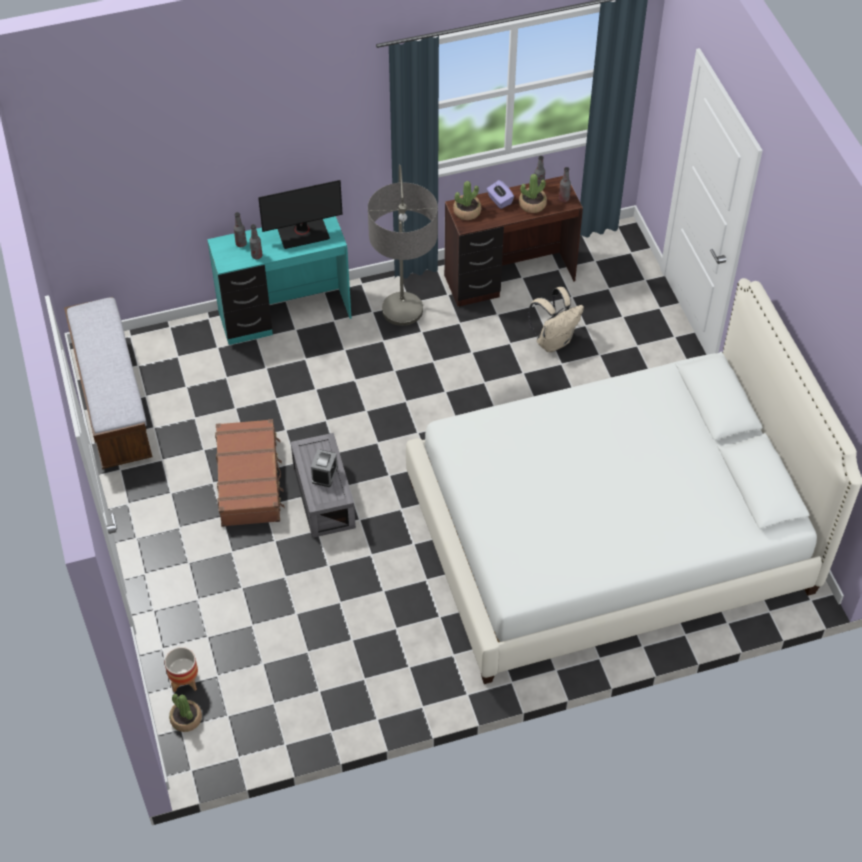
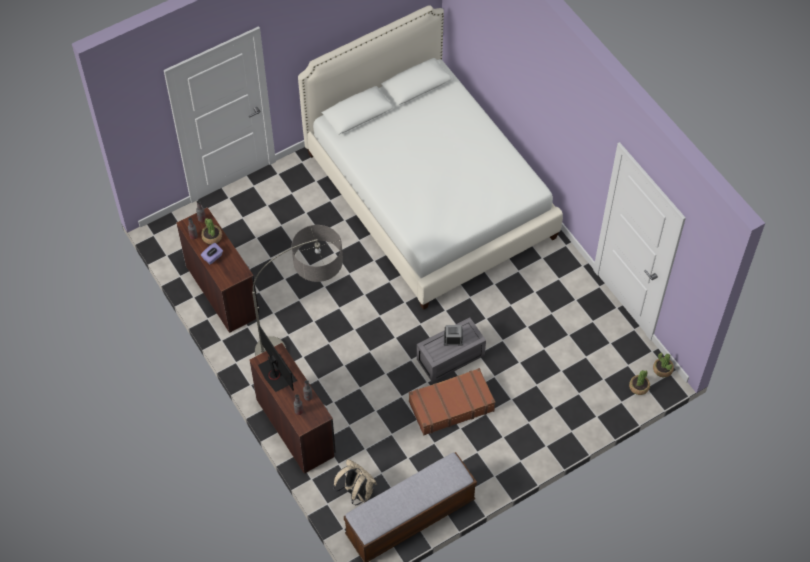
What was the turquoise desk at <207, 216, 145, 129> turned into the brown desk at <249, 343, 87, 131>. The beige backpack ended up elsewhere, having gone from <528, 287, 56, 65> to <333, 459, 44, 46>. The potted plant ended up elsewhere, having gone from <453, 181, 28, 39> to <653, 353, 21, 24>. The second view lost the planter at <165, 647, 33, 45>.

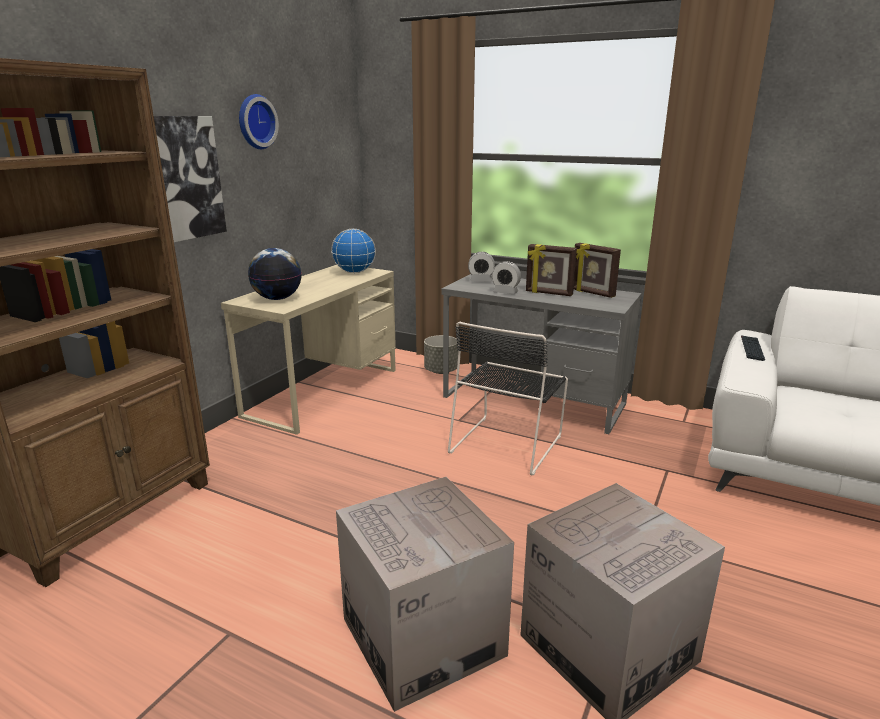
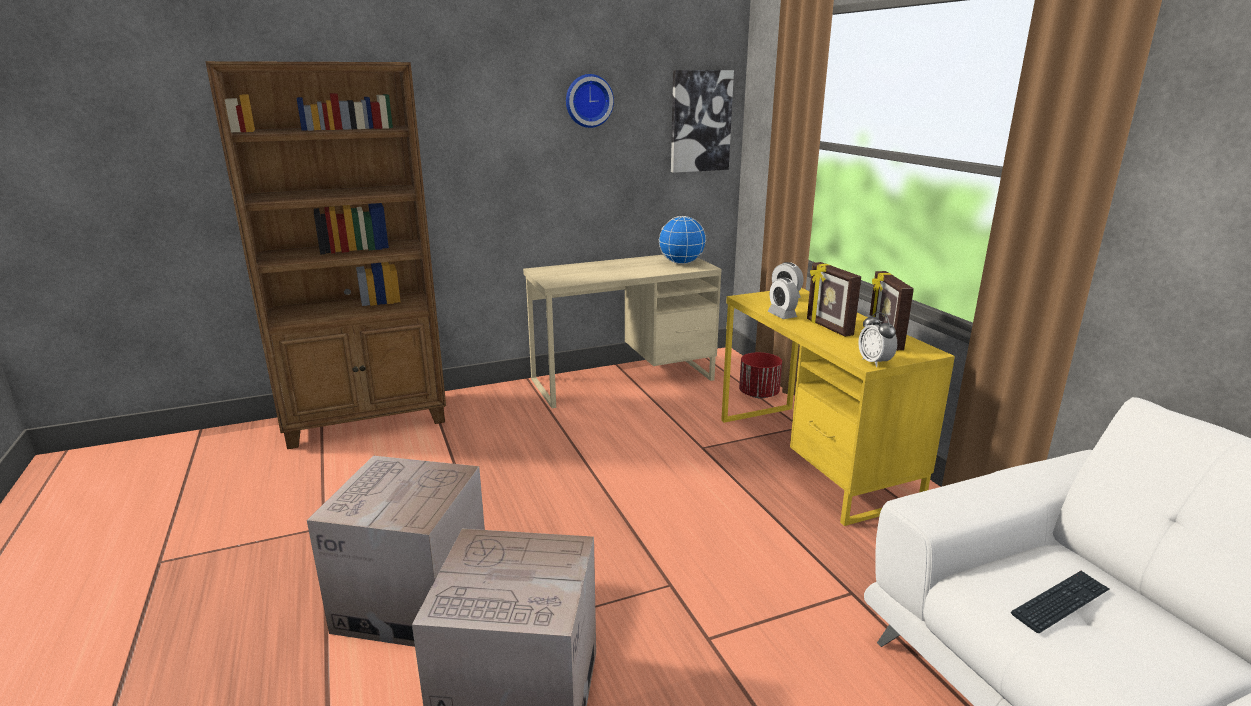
The picture ended up elsewhere, having gone from <154, 116, 73, 126> to <671, 70, 63, 103>. What was the grey desk at <441, 274, 201, 160> turned into the yellow desk at <721, 288, 234, 238>. What was the grey planter at <424, 335, 34, 39> turned into the red planter at <739, 352, 43, 46>. The second view gained the alarm clock at <858, 312, 39, 55>. The keyboard ended up elsewhere, having gone from <741, 335, 24, 26> to <1011, 571, 99, 62>. The second view lost the globe at <248, 248, 53, 52>. The second view lost the black chair at <448, 322, 120, 153>.

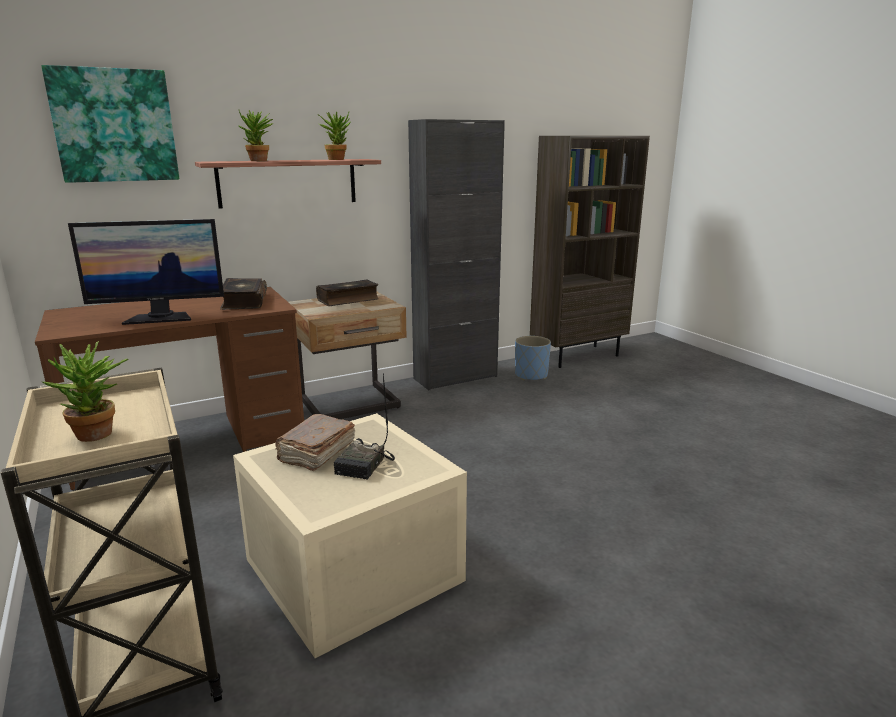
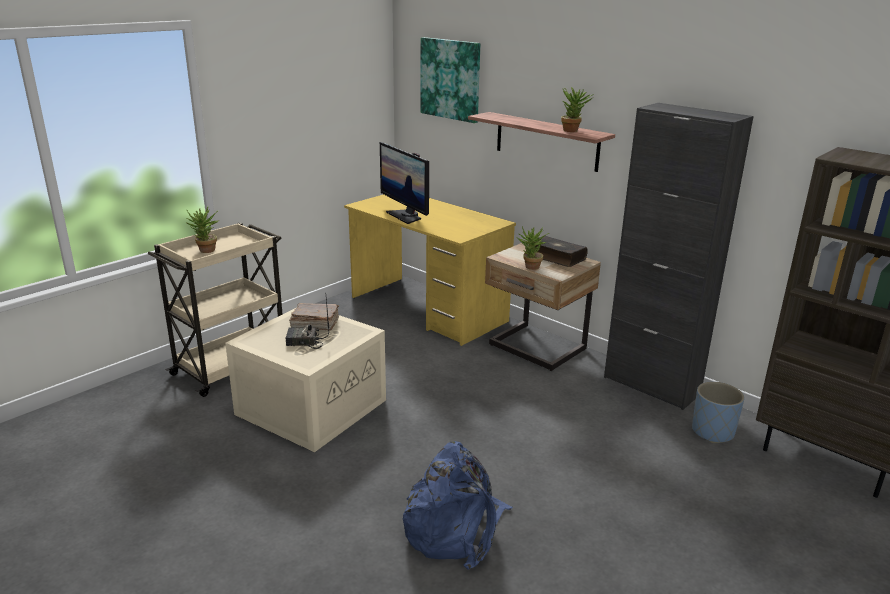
What was the brown desk at <35, 287, 269, 203> turned into the yellow desk at <344, 194, 172, 152>. The second view gained the blue backpack at <403, 441, 110, 129>. The potted plant ended up elsewhere, having gone from <238, 110, 35, 51> to <516, 226, 33, 44>. The second view lost the book at <220, 278, 47, 32>.

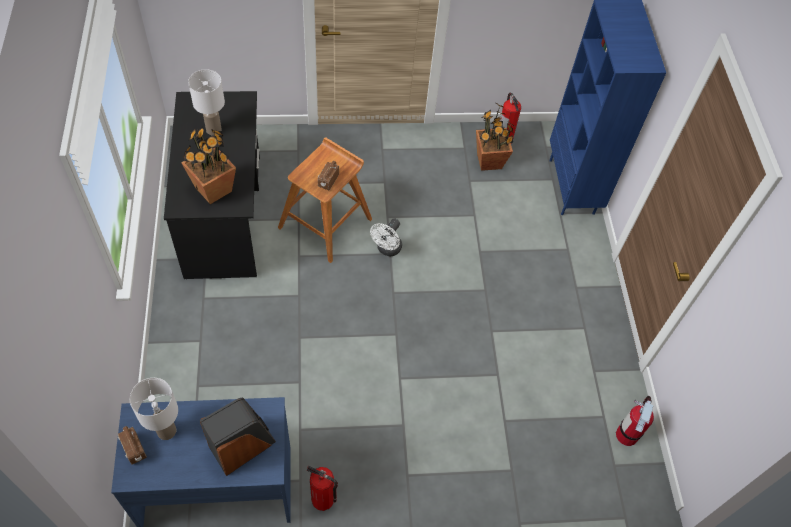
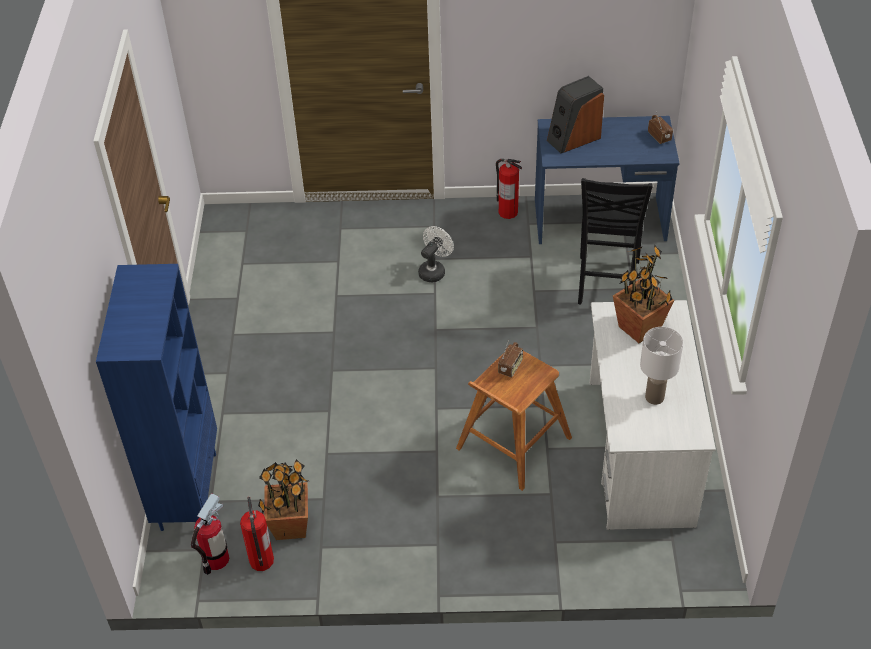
The fire extinguisher ended up elsewhere, having gone from <616, 396, 38, 50> to <191, 493, 38, 82>. The white fan ended up elsewhere, having gone from <370, 218, 32, 38> to <418, 226, 36, 56>. The second view gained the black chair at <578, 178, 75, 127>. What was the black desk at <164, 91, 96, 188> turned into the white desk at <590, 300, 126, 230>. The second view lost the white table lamp at <130, 378, 48, 62>.

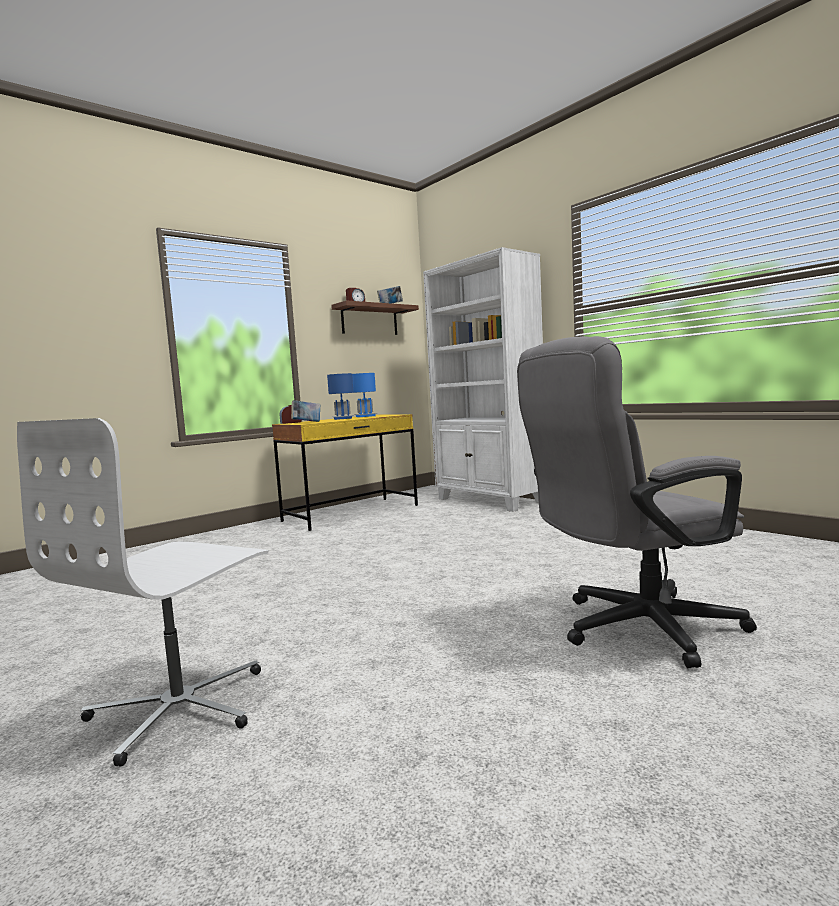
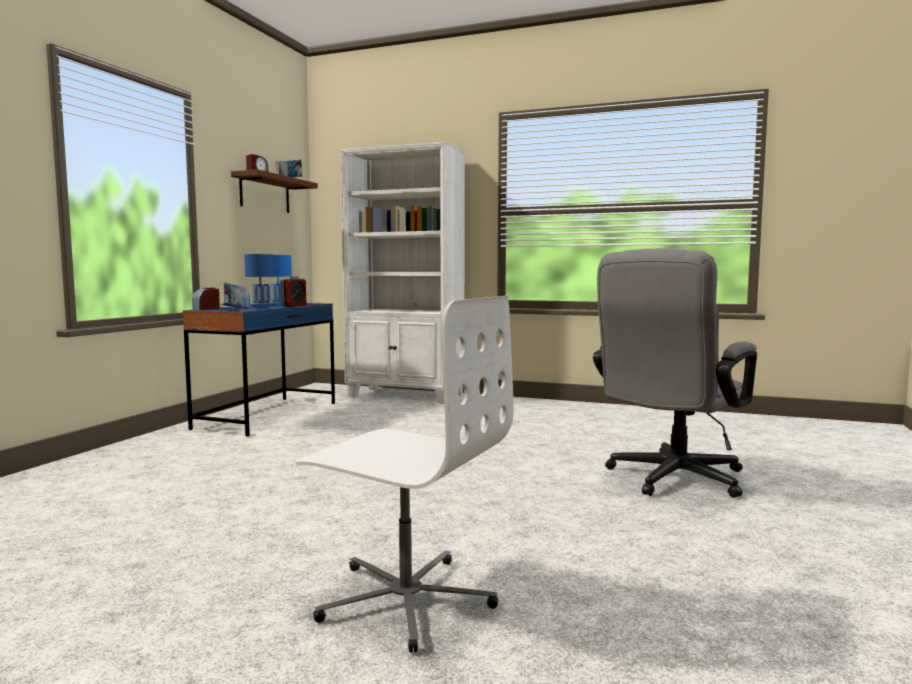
What was the yellow desk at <272, 414, 146, 117> turned into the blue desk at <183, 303, 152, 134>. The second view gained the alarm clock at <280, 276, 26, 31>. The white office chair at <17, 418, 251, 349> ended up facing another way, 60 degrees counterclockwise from before.

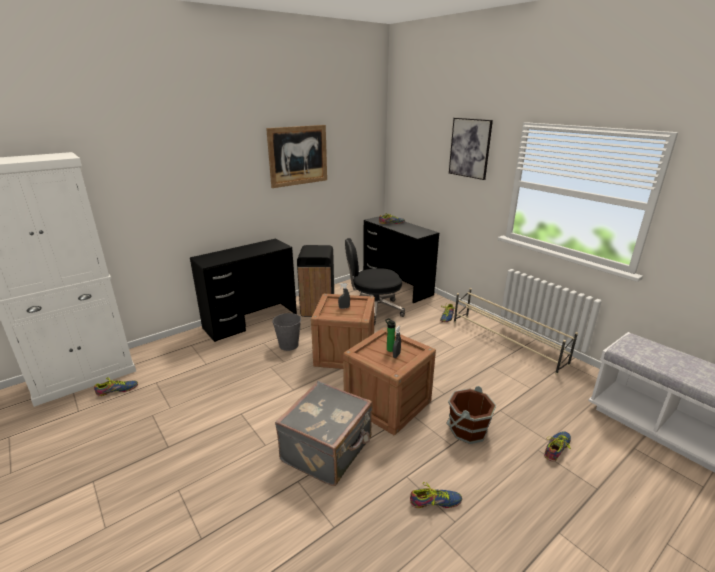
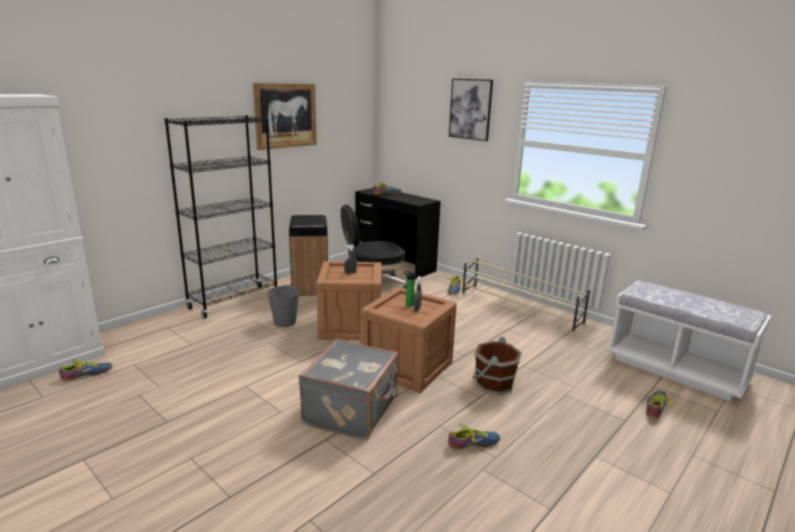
Where the black desk stood at <190, 239, 107, 103>, the black bookcase came to stand at <164, 115, 113, 204>. The shoe ended up elsewhere, having gone from <544, 431, 27, 30> to <646, 391, 27, 28>.

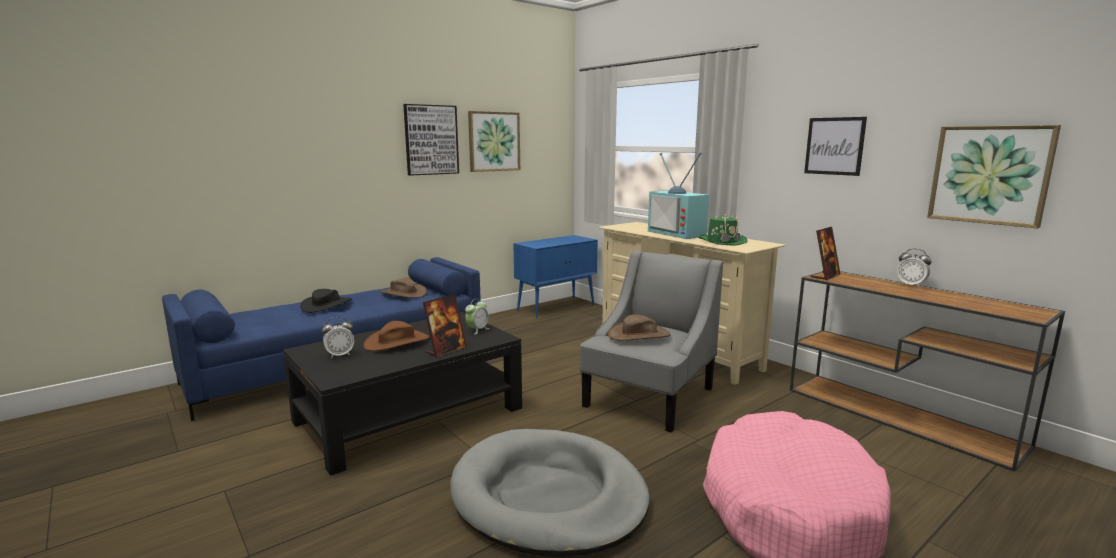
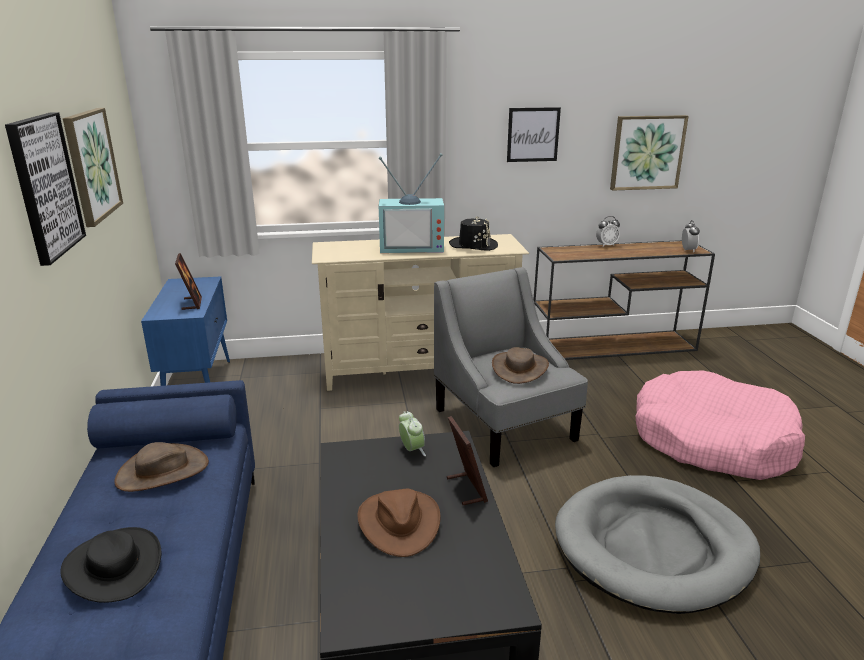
The picture frame ended up elsewhere, having gone from <811, 227, 30, 53> to <175, 253, 27, 57>. What was the green hat at <698, 213, 50, 33> turned into the black hat at <449, 216, 49, 35>. The alarm clock ended up elsewhere, having gone from <321, 317, 33, 41> to <682, 220, 18, 32>.

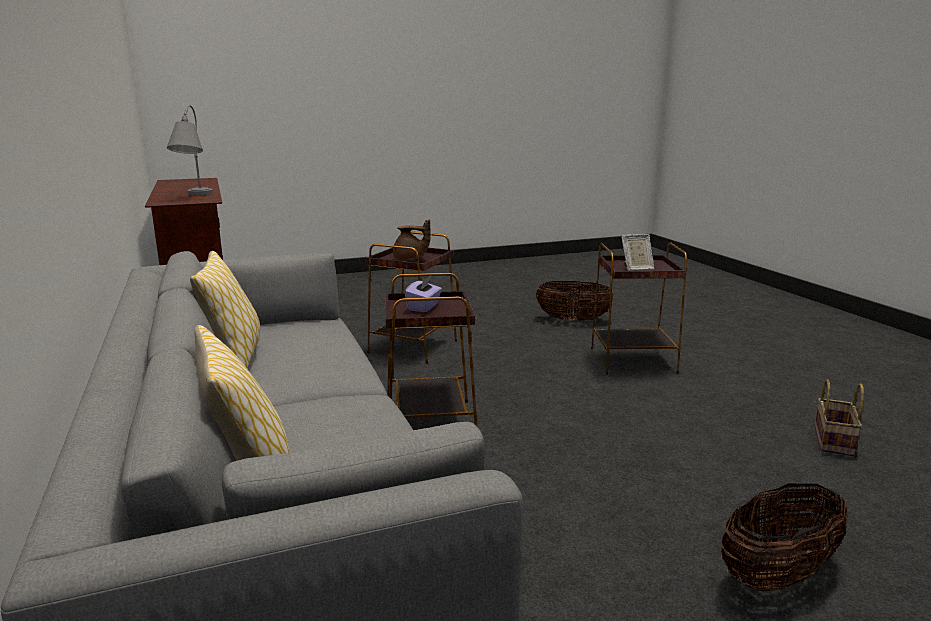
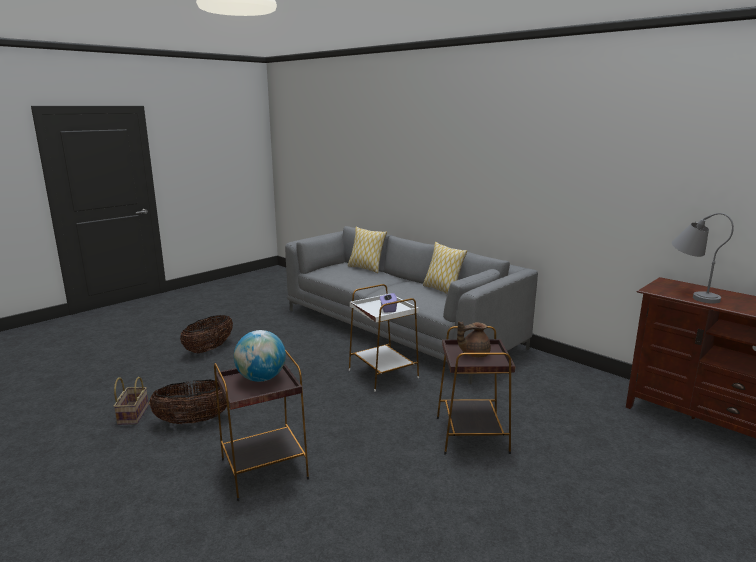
The basket ended up elsewhere, having gone from <536, 281, 78, 40> to <149, 380, 78, 44>. Where the picture frame stood at <621, 234, 34, 37>, the globe came to stand at <234, 330, 52, 52>. What was the brown side table at <385, 273, 92, 153> turned into the white side table at <349, 284, 70, 108>.

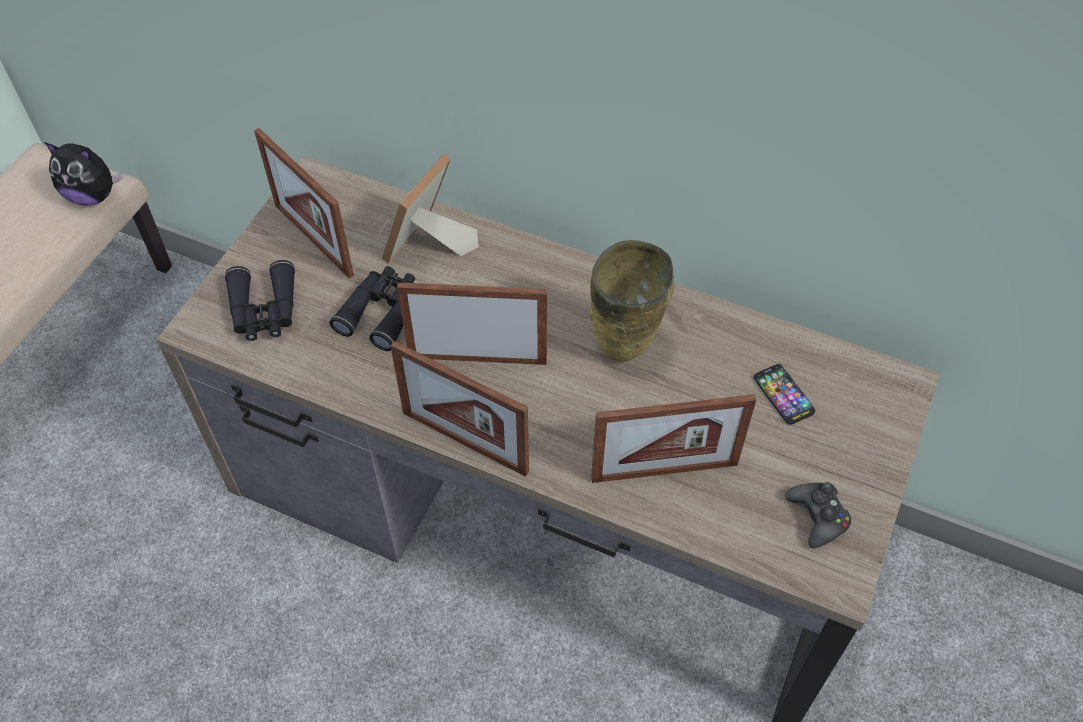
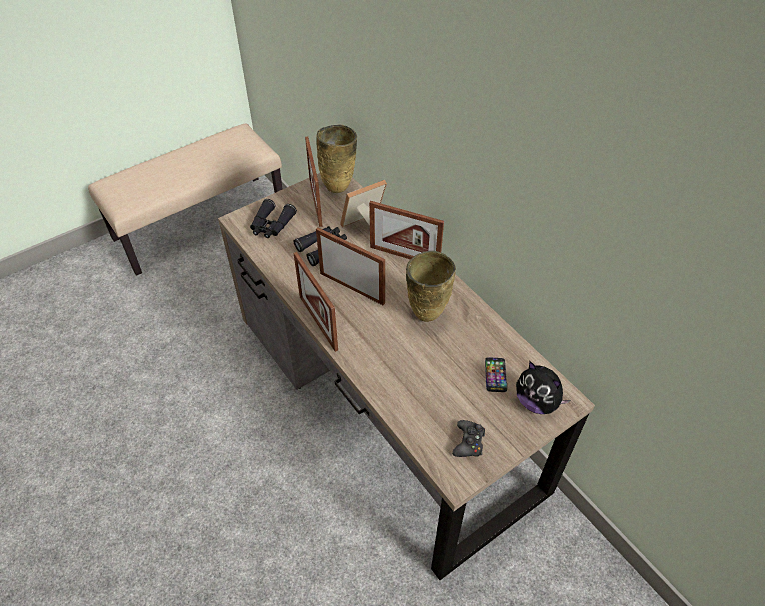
The second view gained the beige vase at <316, 124, 41, 69>. The picture frame ended up elsewhere, having gone from <591, 394, 165, 89> to <369, 201, 75, 58>. The plush toy ended up elsewhere, having gone from <44, 142, 80, 64> to <516, 361, 54, 53>.

